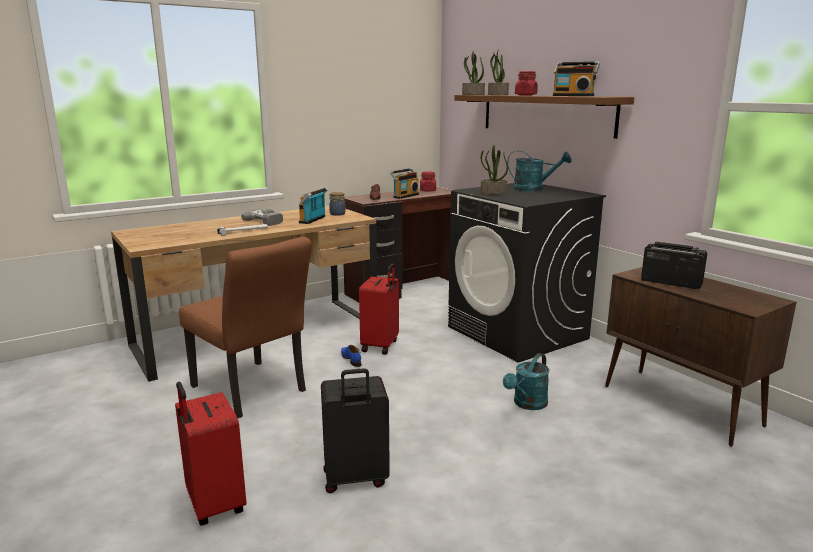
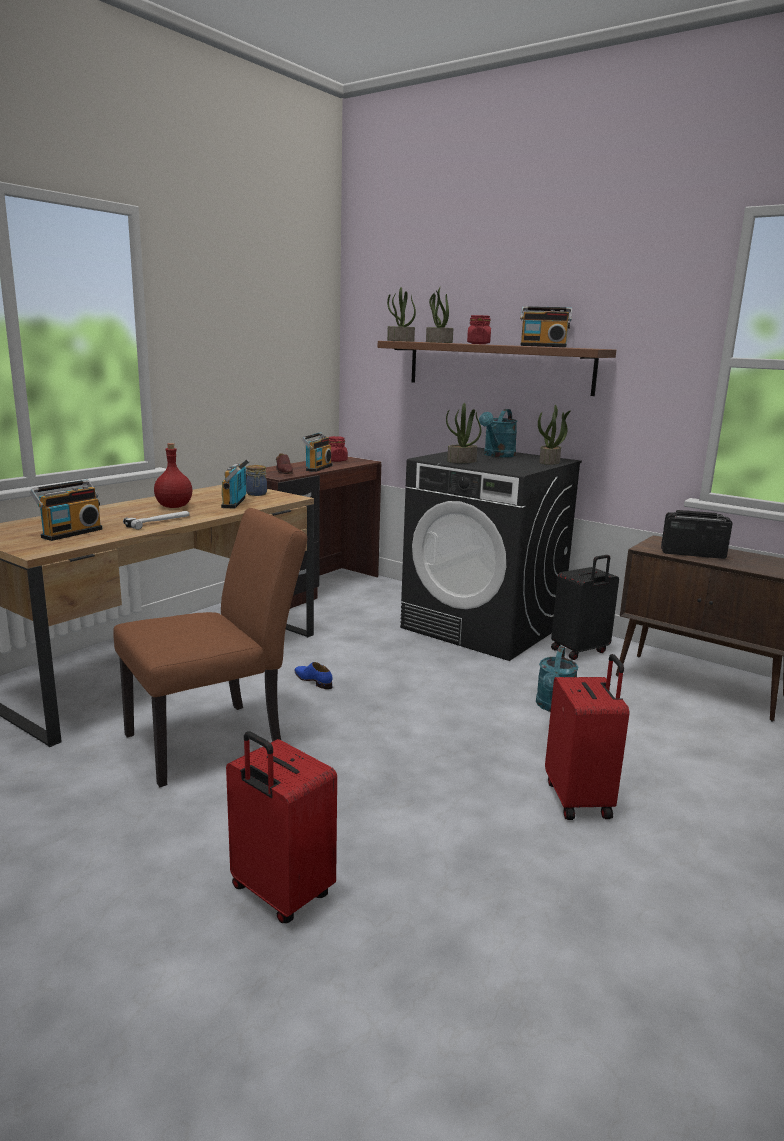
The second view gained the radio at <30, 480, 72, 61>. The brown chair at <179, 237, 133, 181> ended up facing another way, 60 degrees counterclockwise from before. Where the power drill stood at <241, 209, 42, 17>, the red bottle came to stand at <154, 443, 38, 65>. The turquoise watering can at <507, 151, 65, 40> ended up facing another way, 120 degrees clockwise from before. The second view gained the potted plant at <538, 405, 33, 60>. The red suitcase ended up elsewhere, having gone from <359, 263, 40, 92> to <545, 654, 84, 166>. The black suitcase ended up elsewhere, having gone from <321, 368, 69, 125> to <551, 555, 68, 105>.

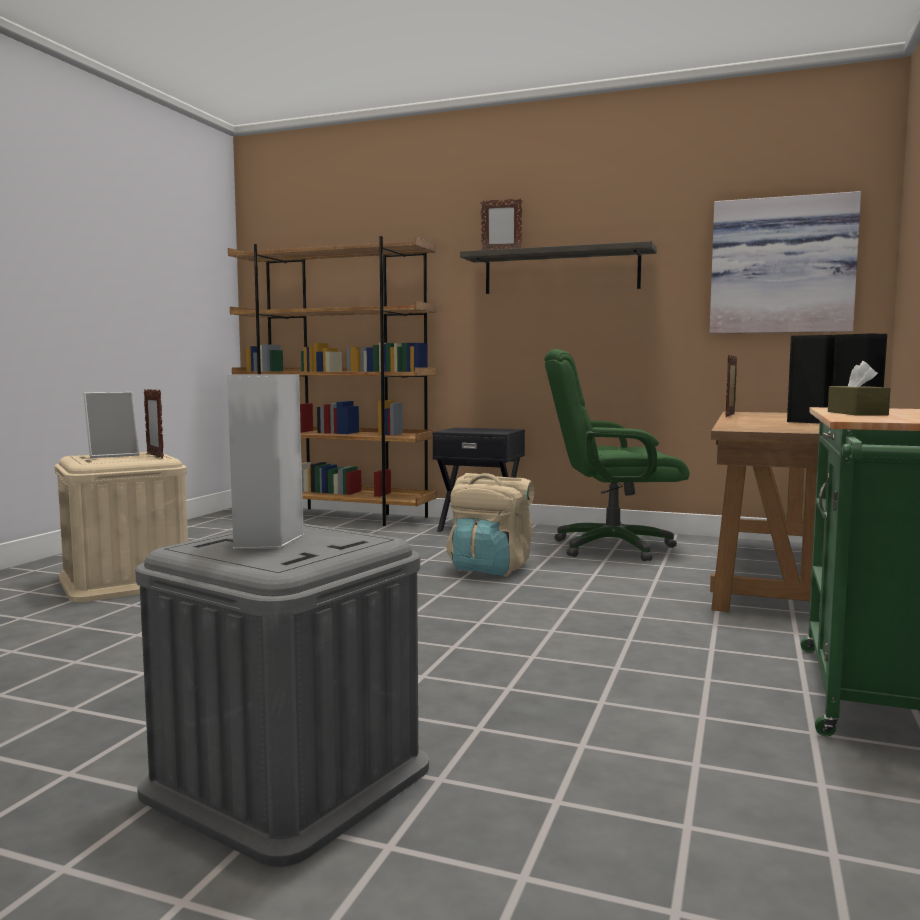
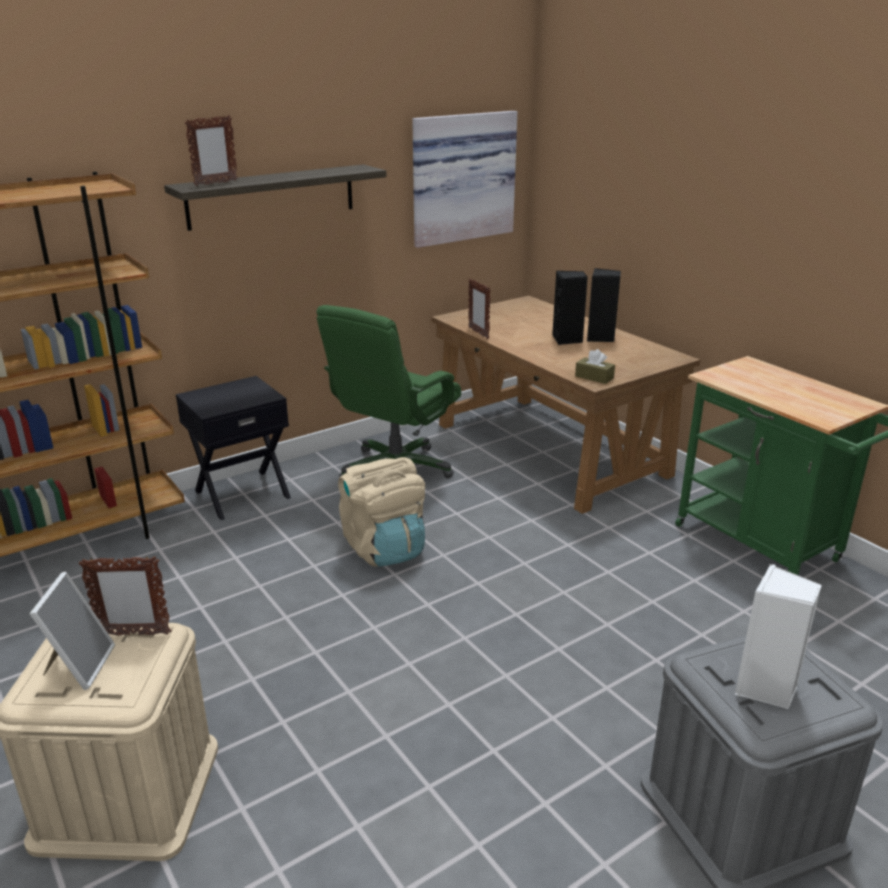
The brown tissue box ended up elsewhere, having gone from <828, 361, 63, 55> to <575, 349, 40, 35>.

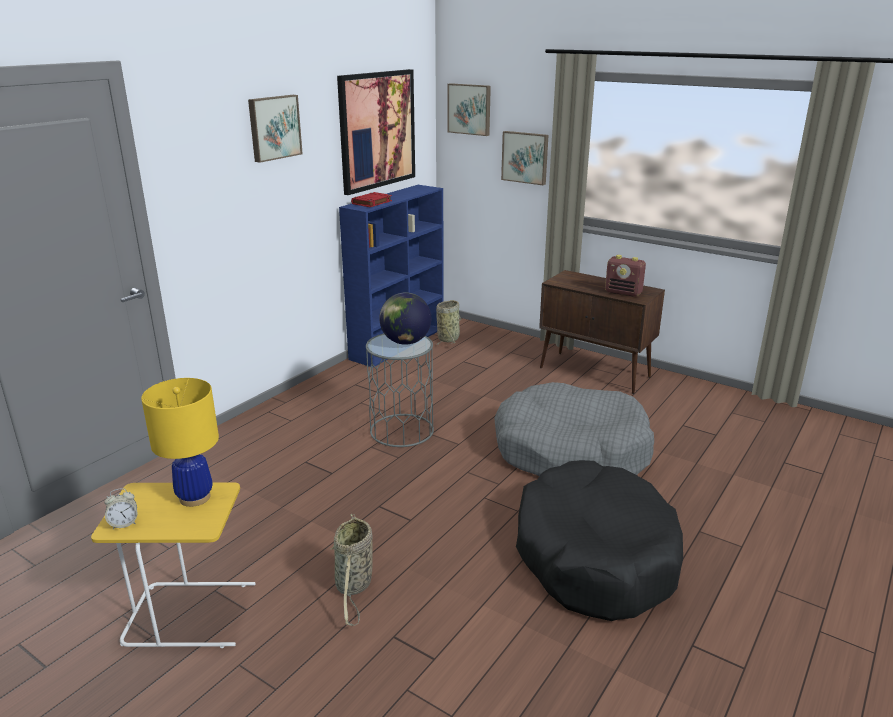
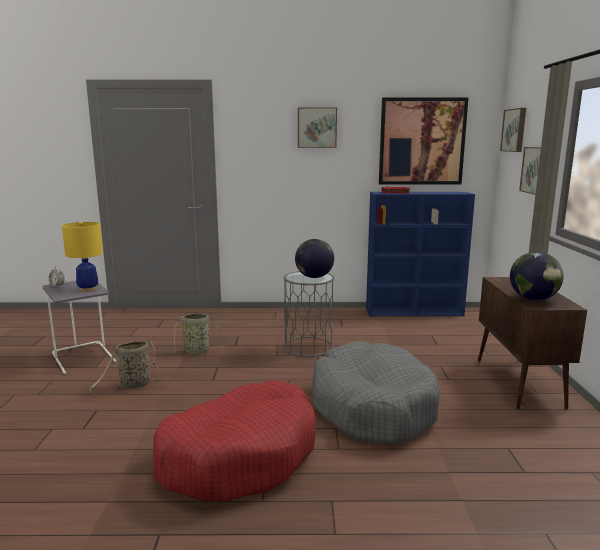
What was the yellow side table at <91, 482, 165, 166> turned into the grey side table at <42, 281, 74, 93>. What was the black dog bed at <516, 460, 167, 161> turned into the red dog bed at <153, 380, 163, 122>. The basket ended up elsewhere, having gone from <436, 300, 26, 46> to <171, 313, 64, 41>. Where the radio stood at <605, 255, 41, 42>, the globe came to stand at <510, 252, 54, 49>.

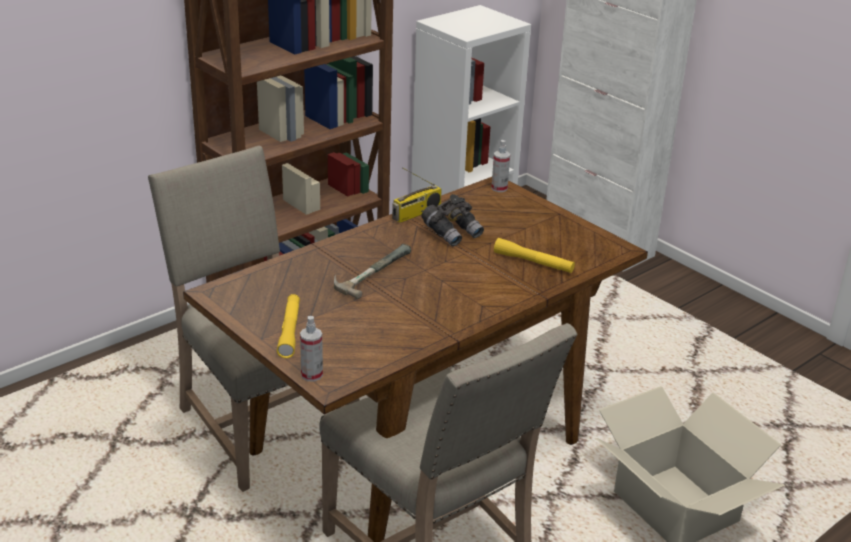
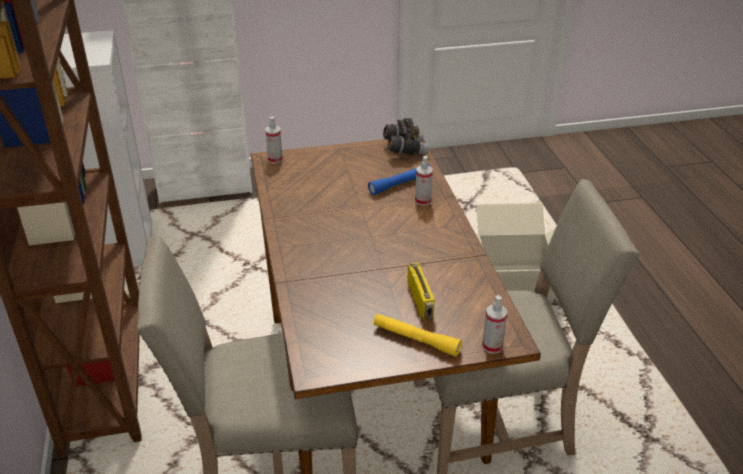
What was the yellow flashlight at <494, 238, 81, 35> turned into the blue flashlight at <368, 164, 64, 31>. The grey binoculars ended up elsewhere, having gone from <421, 194, 63, 52> to <383, 118, 46, 37>. The radio ended up elsewhere, having gone from <392, 167, 50, 56> to <407, 263, 28, 57>. The second view gained the spray bottle at <415, 156, 18, 50>. The second view lost the hammer at <334, 244, 77, 55>.

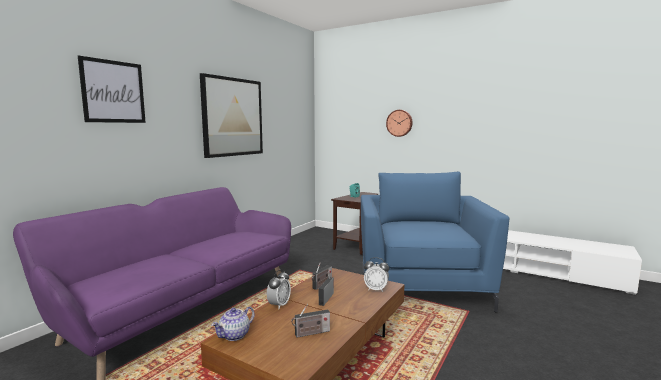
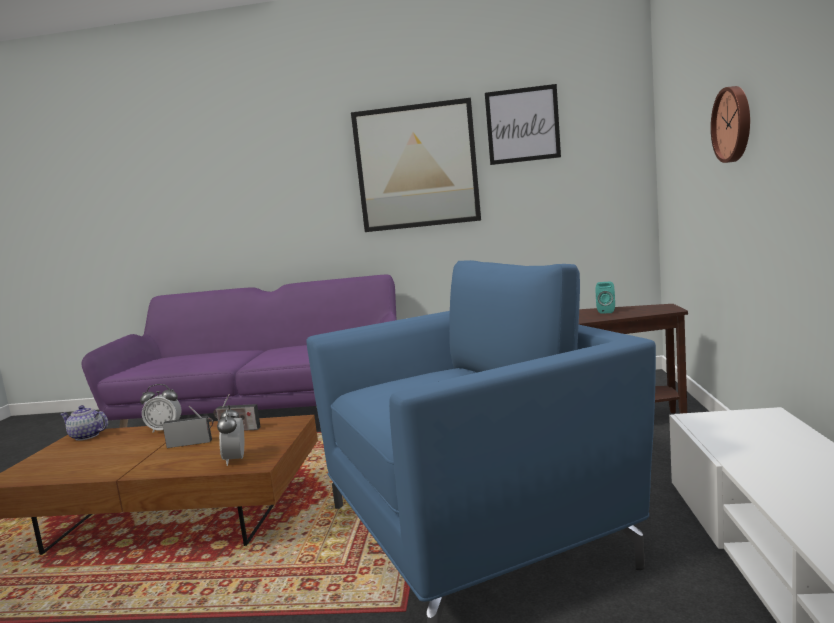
The picture ended up elsewhere, having gone from <78, 55, 68, 68> to <485, 84, 76, 81>. The second view lost the radio at <291, 303, 39, 35>.

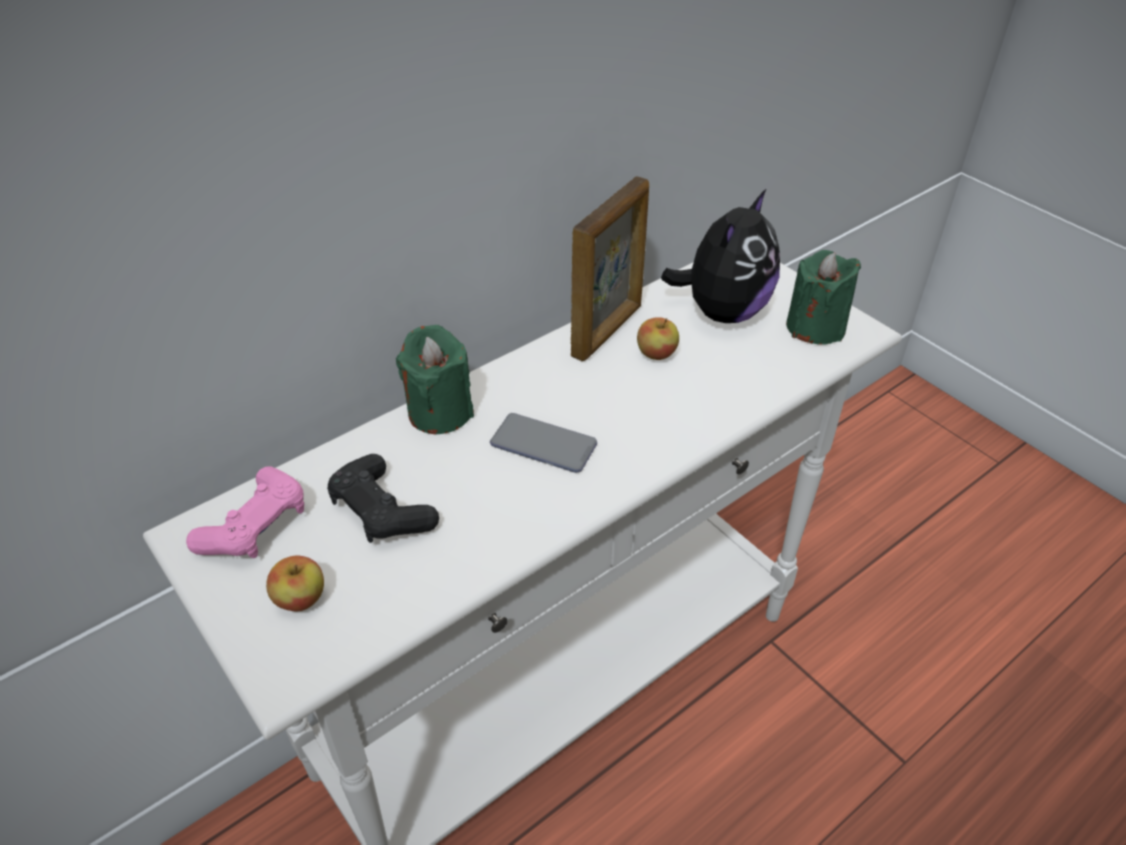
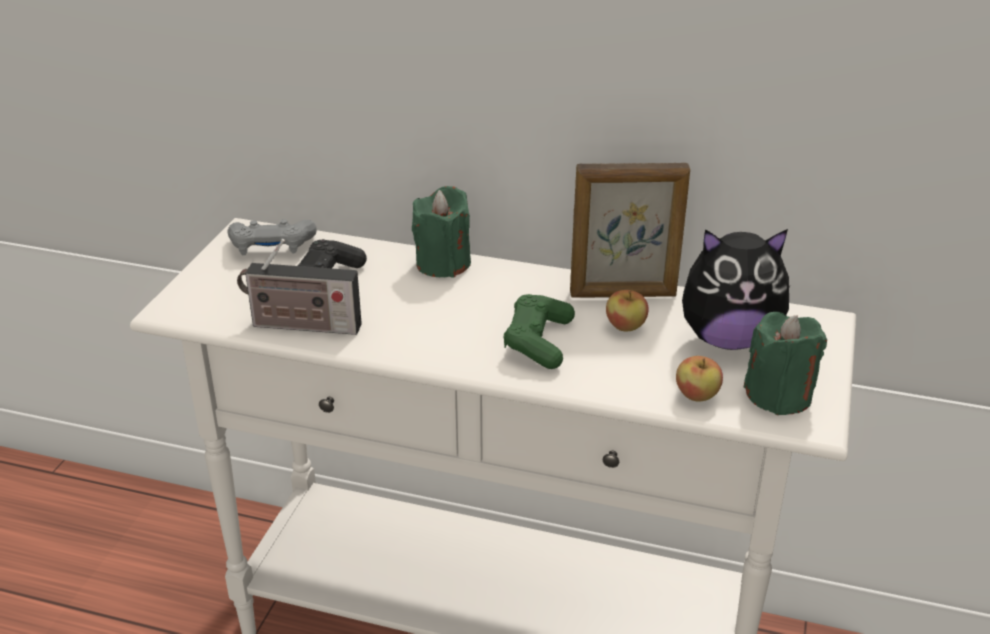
What was the pink game controller at <186, 466, 118, 92> turned into the grey game controller at <228, 219, 89, 37>. The second view gained the radio at <237, 239, 125, 96>. The second view gained the green game controller at <504, 294, 71, 75>. The apple ended up elsewhere, having gone from <266, 556, 58, 55> to <676, 356, 47, 45>. The second view lost the phone at <490, 413, 107, 60>.

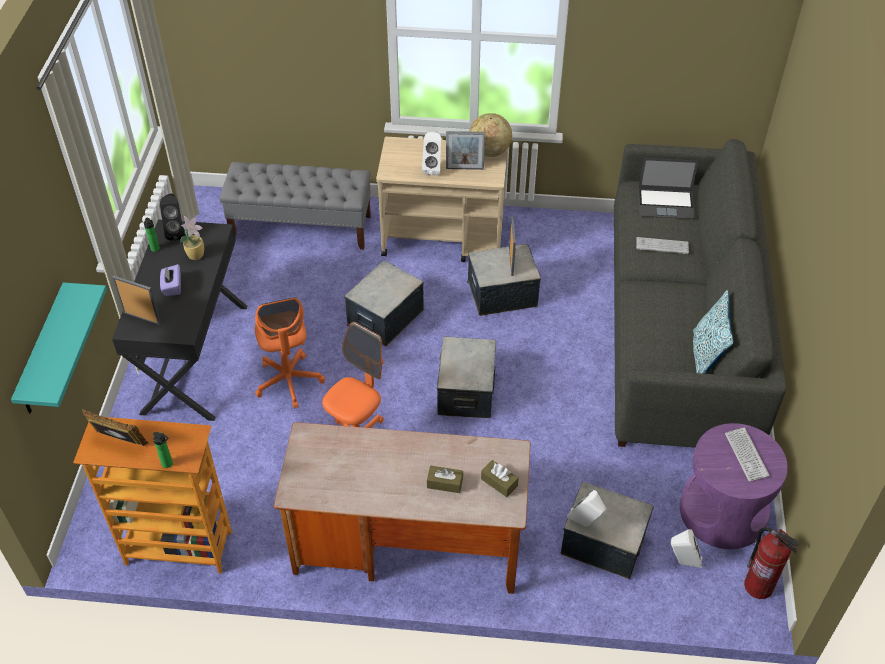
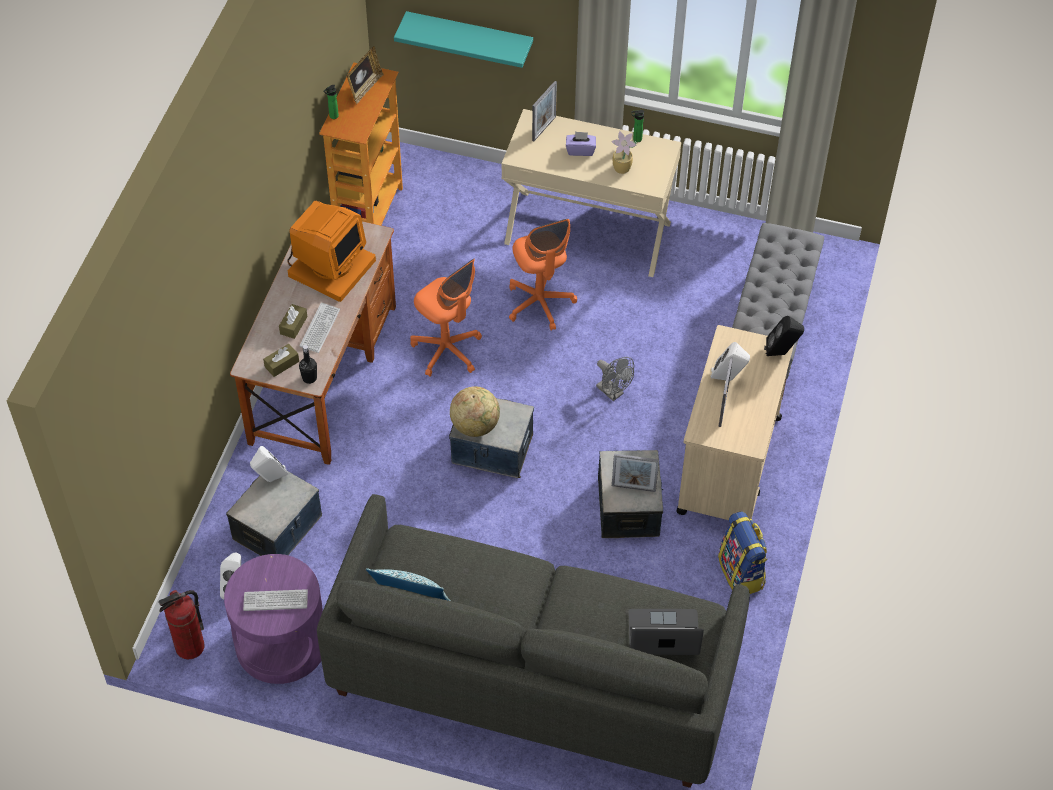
The second view gained the monitor at <287, 200, 89, 102>. The keyboard ended up elsewhere, having gone from <636, 237, 53, 17> to <299, 303, 41, 50>. The second view gained the black bottle at <299, 345, 18, 39>. The globe ended up elsewhere, having gone from <469, 113, 43, 44> to <450, 386, 50, 51>. What was the black desk at <112, 219, 135, 202> turned into the beige desk at <501, 109, 180, 168>. The orange office chair at <255, 297, 70, 112> ended up facing another way, 105 degrees counterclockwise from before. Where the storage box stood at <344, 261, 80, 85>, the grey fan came to stand at <596, 357, 38, 44>. The laptop at <638, 158, 60, 61> ended up facing another way, 75 degrees clockwise from before. The second view gained the backpack at <718, 511, 50, 83>. The black speaker ended up elsewhere, having gone from <160, 194, 25, 47> to <764, 316, 40, 40>.

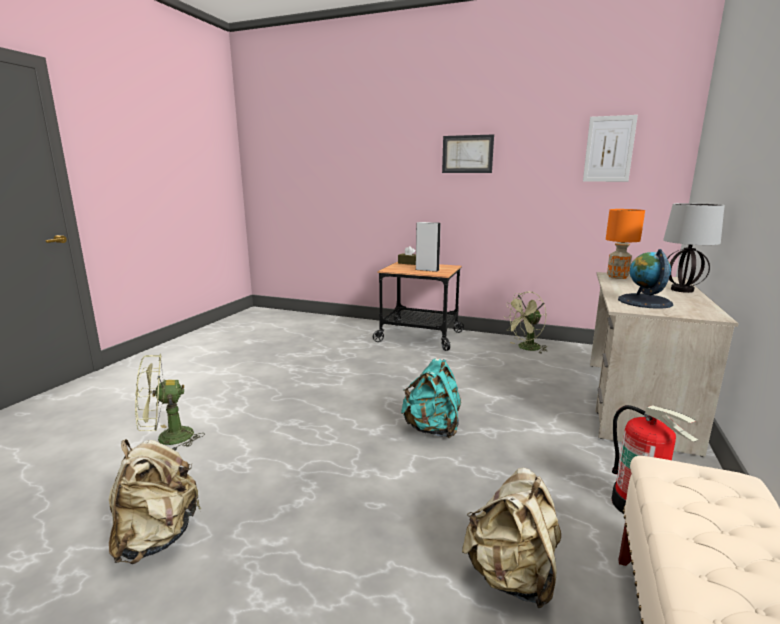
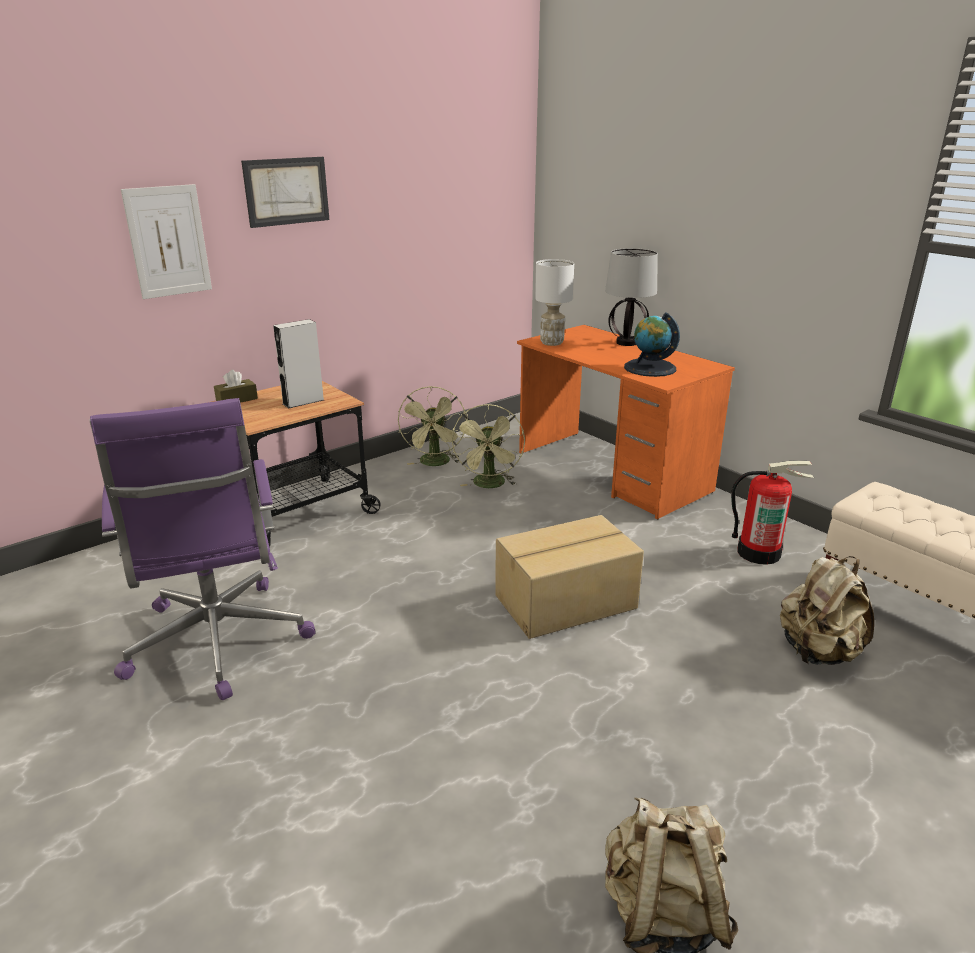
The second view gained the purple office chair at <89, 398, 227, 302>. The picture ended up elsewhere, having gone from <583, 115, 55, 67> to <121, 184, 91, 115>. The green fan ended up elsewhere, having gone from <135, 354, 70, 97> to <452, 404, 73, 84>. Where the turquoise backpack stood at <401, 358, 60, 80>, the cardboard box came to stand at <495, 515, 149, 124>. What was the beige desk at <590, 272, 149, 185> turned into the orange desk at <517, 325, 218, 194>. What was the orange table lamp at <606, 209, 39, 70> turned into the white table lamp at <535, 259, 39, 87>.

